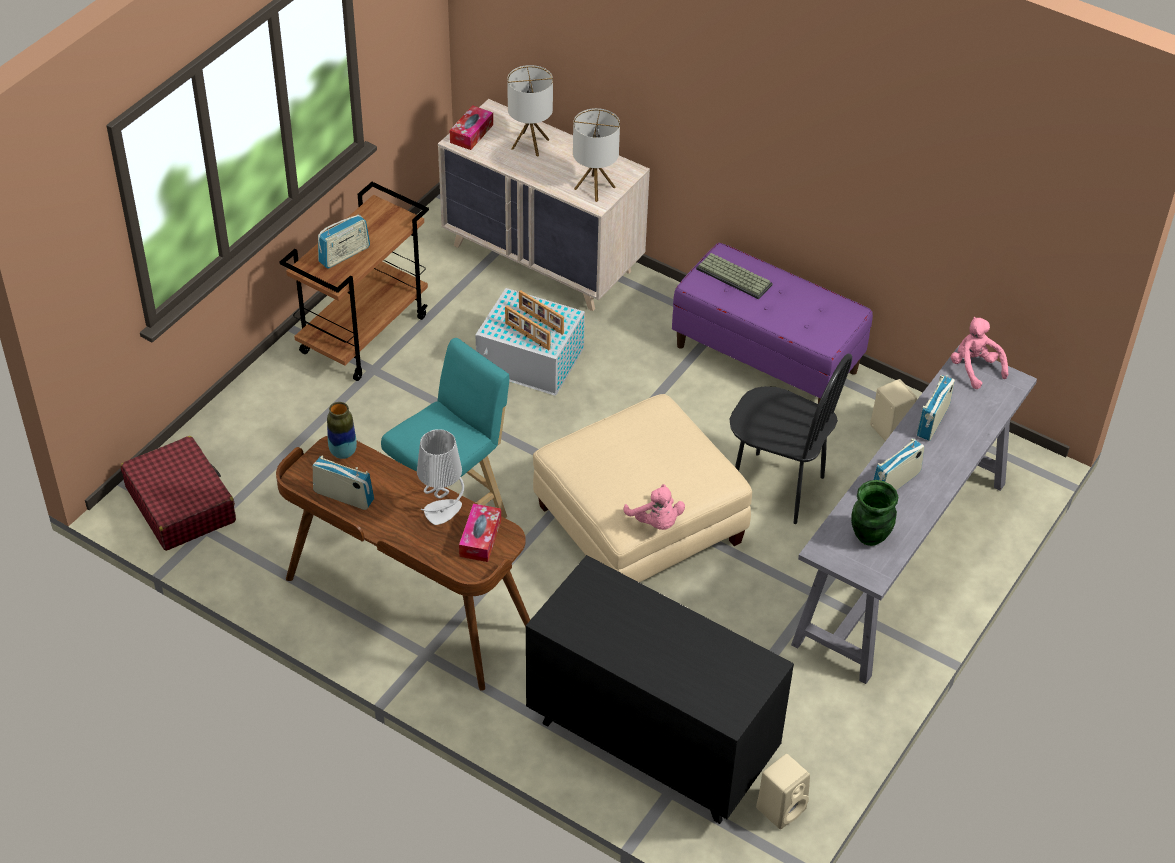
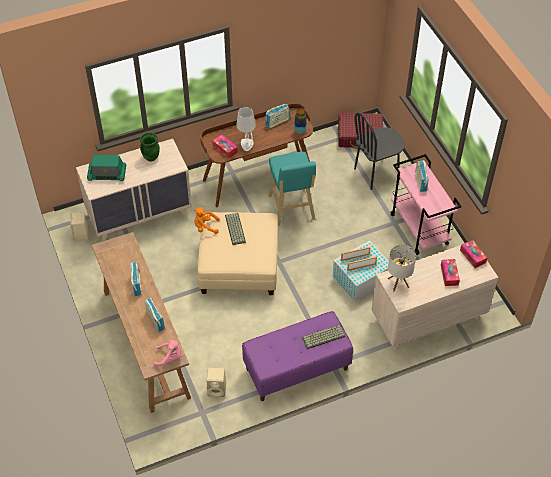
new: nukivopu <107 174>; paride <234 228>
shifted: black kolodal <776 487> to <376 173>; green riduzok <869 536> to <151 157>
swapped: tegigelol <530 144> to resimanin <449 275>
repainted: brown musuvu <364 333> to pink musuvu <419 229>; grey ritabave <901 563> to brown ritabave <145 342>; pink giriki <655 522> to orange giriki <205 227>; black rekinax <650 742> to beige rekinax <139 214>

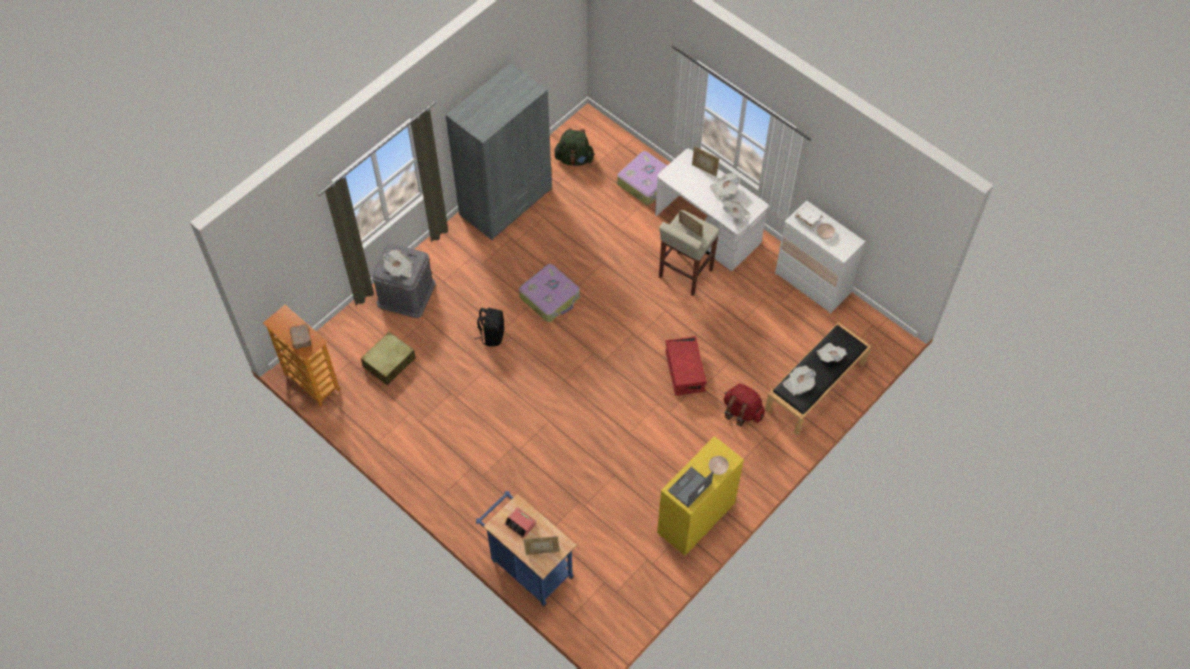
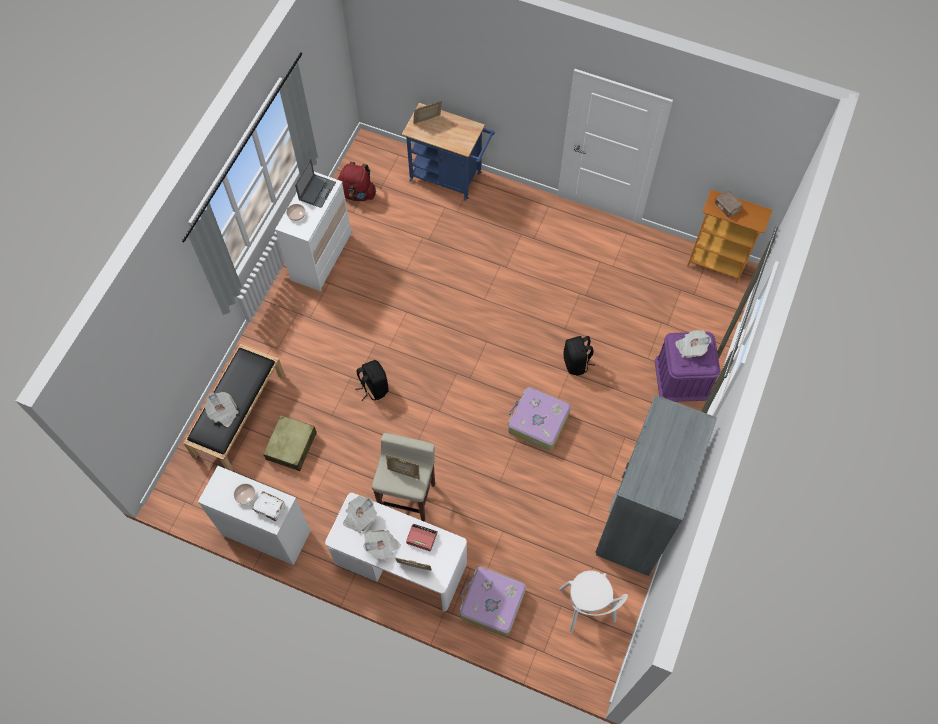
gone: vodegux <798 384>
shifted: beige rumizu <389 363> to <291 446>; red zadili <742 412> to <357 193>; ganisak <520 524> to <421 537>
swapped: green zadili <574 159> to white kolodal <588 608>; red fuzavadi <684 372> to black zadili <373 387>
repainted: grey fuzavadi <406 293> to purple fuzavadi <682 378>; yellow rekinax <696 518> to white rekinax <321 257>

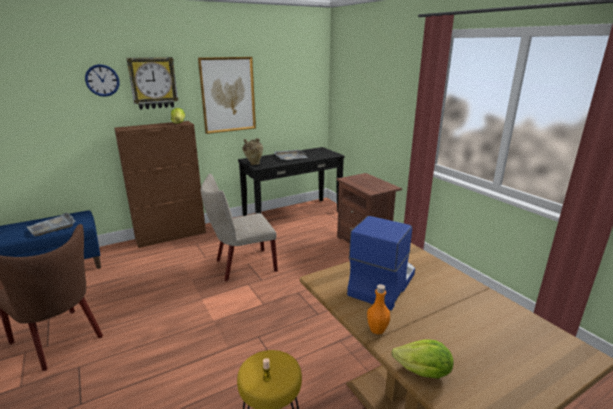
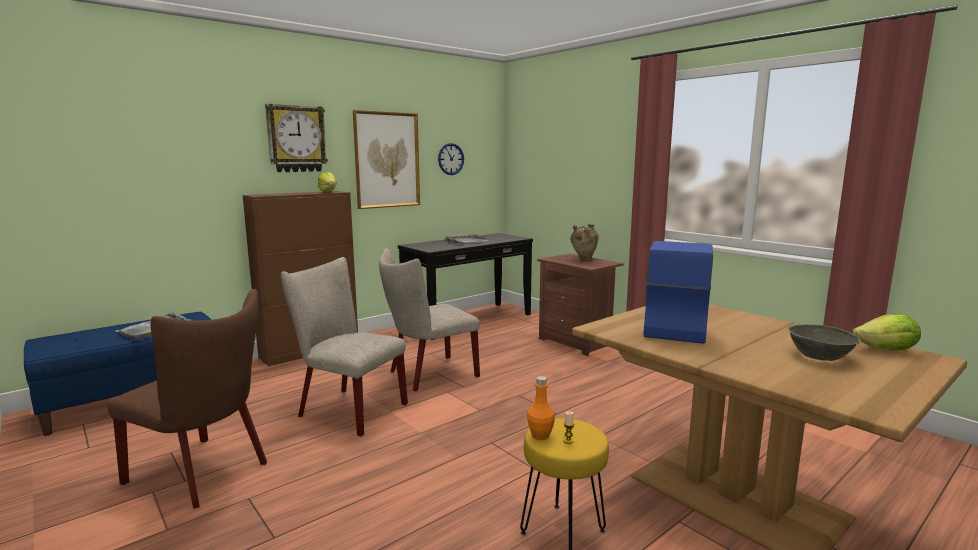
new: beige kolodal <347 409>; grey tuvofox <820 356>
shifted: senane <102 80> to <451 159>; beige riduzok <253 164> to <583 259>; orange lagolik <377 329> to <540 435>; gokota <423 372> to <886 350>

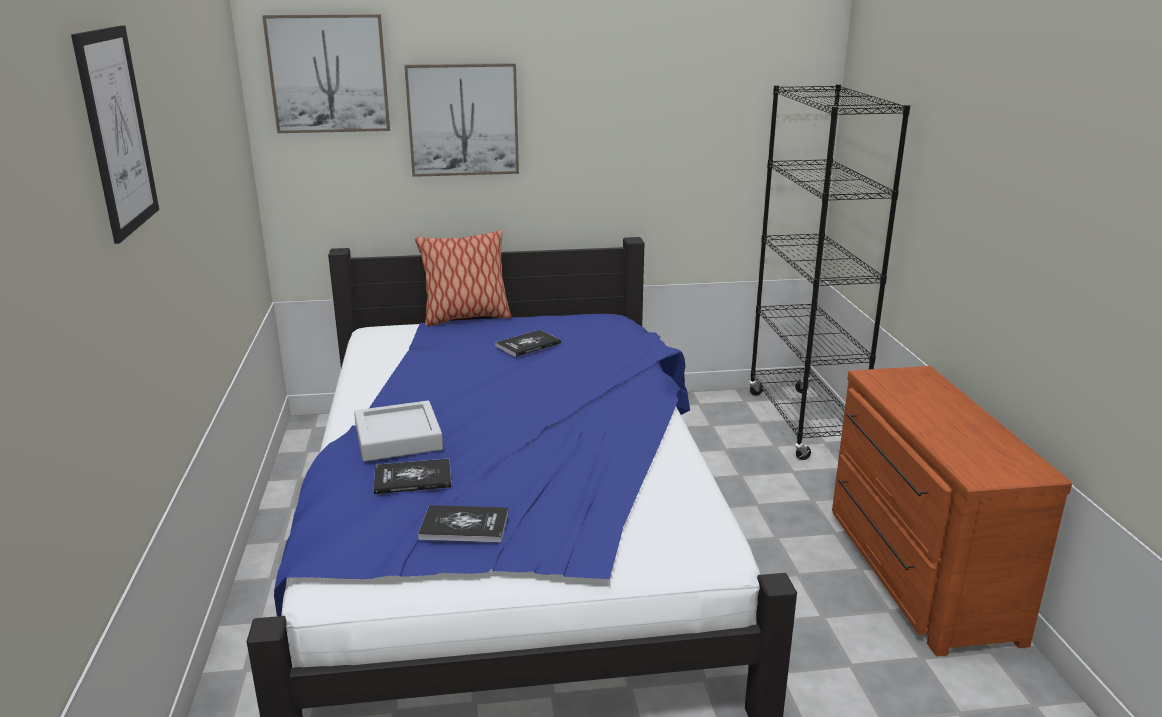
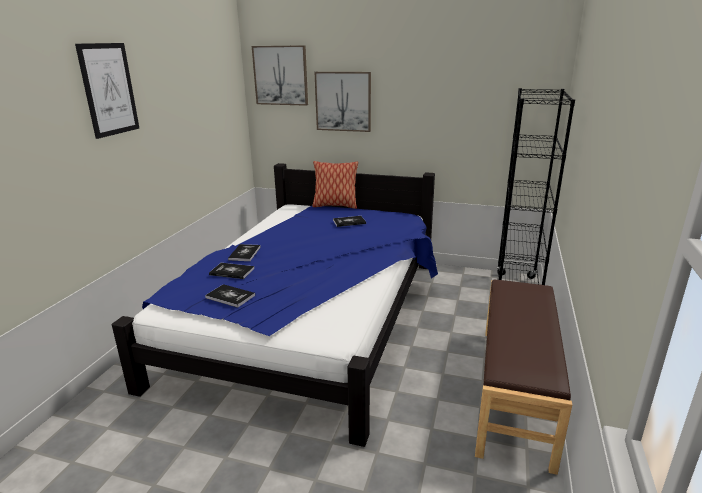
swapped: brown rekinax <914 571> to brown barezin <515 390>; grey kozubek <398 438> to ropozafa <244 253>

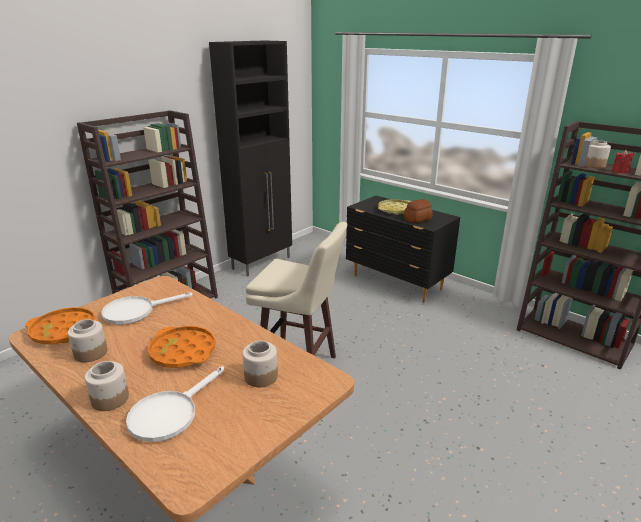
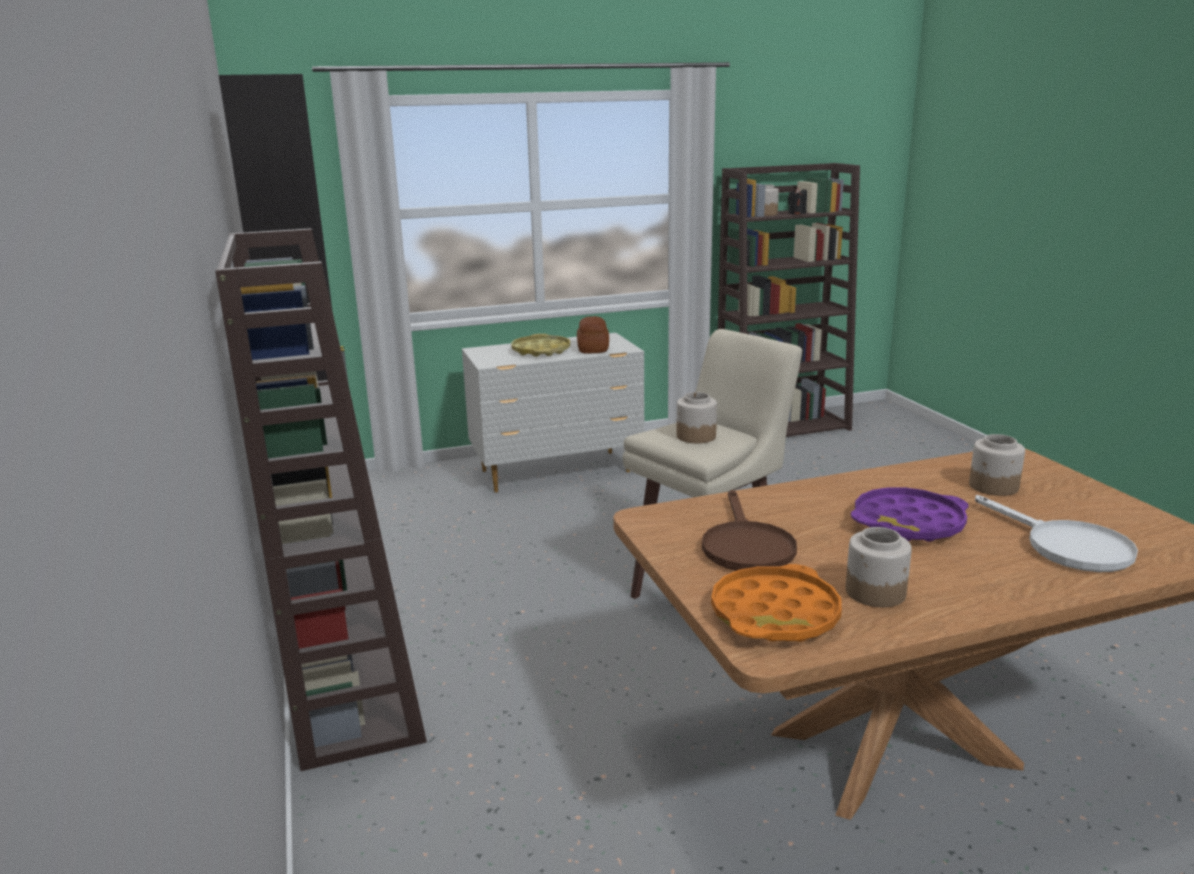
shifted: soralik <110 399> to <696 436>
repainted: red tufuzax <620 172> to black tufuzax <796 213>; black rekinax <397 283> to white rekinax <558 472>; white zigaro <136 311> to brown zigaro <745 546>; orange kozubek <183 352> to purple kozubek <908 523>

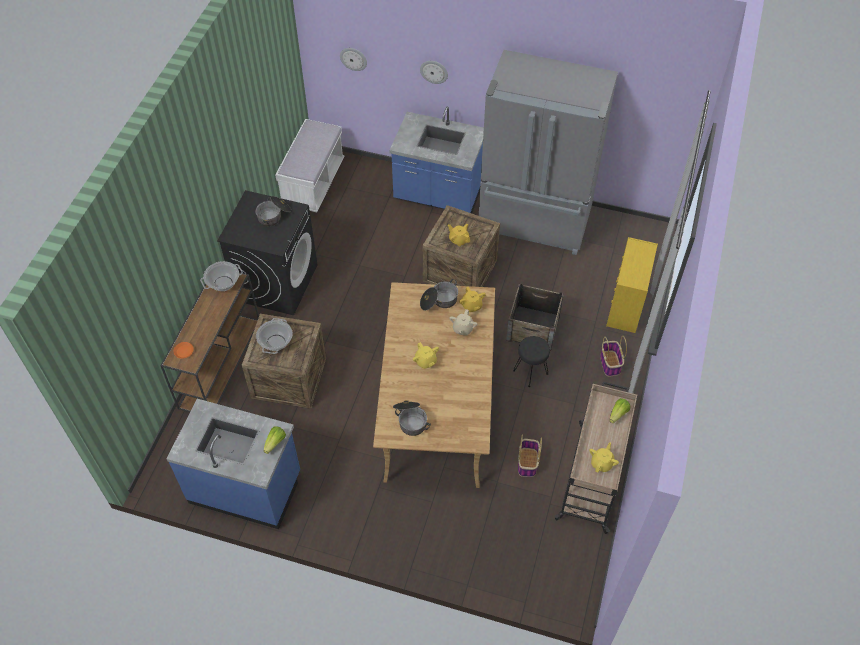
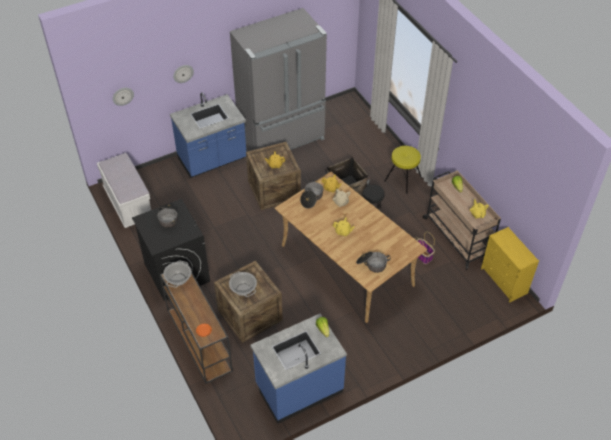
shifted: yellow rekinax <626 306> to <504 281>
swapped: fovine <610 364> to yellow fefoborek <403 179>

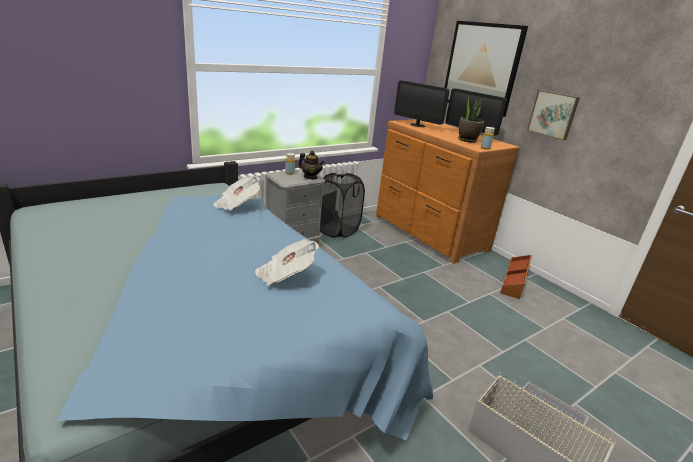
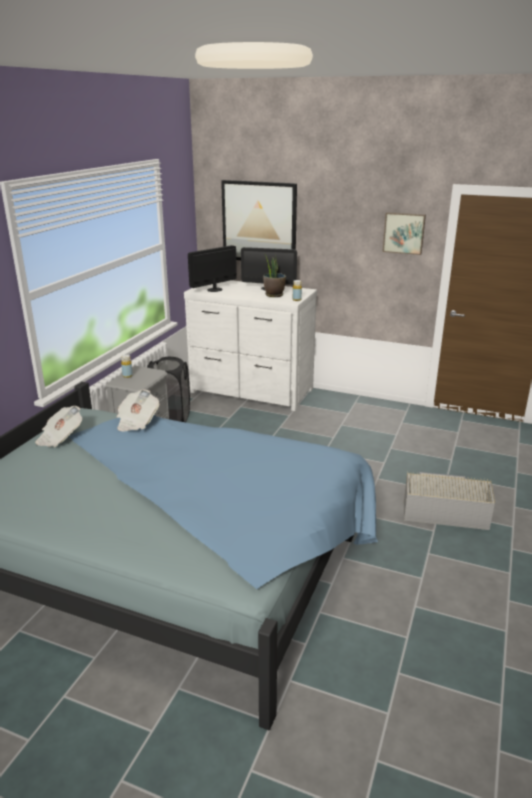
gone: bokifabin <310 177>; brown fuzavadi <515 280>
shifted: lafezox <553 114> to <404 233>; vodegux <285 275> to <60 438>
repainted: brown rekinax <428 233> to white rekinax <251 391>
rotated: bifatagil <417 125> = <214 289> 135 degrees clockwise

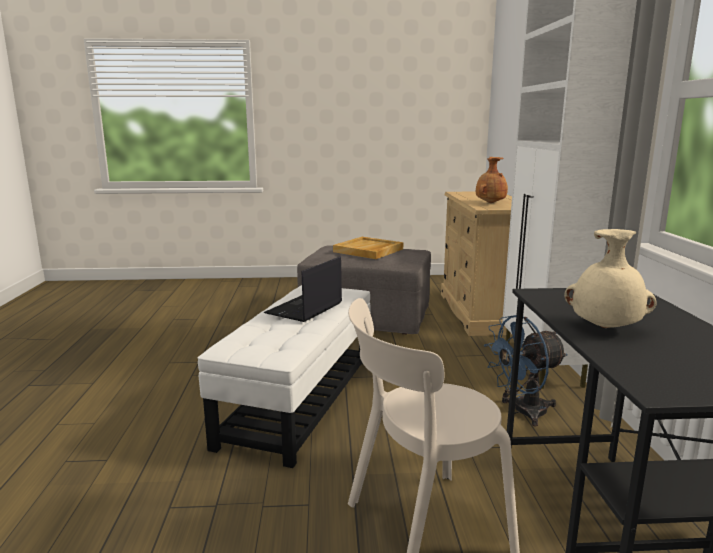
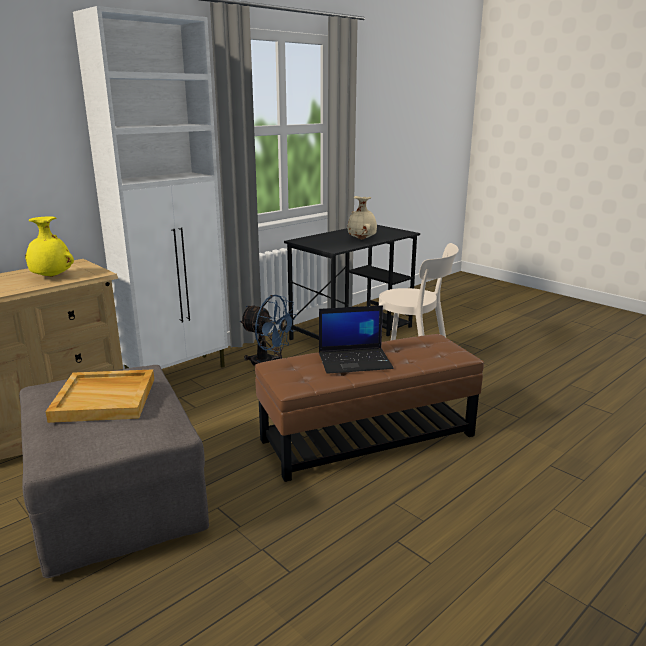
repainted: brown riduzok <490 203> to yellow riduzok <51 277>; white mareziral <301 400> to brown mareziral <367 437>

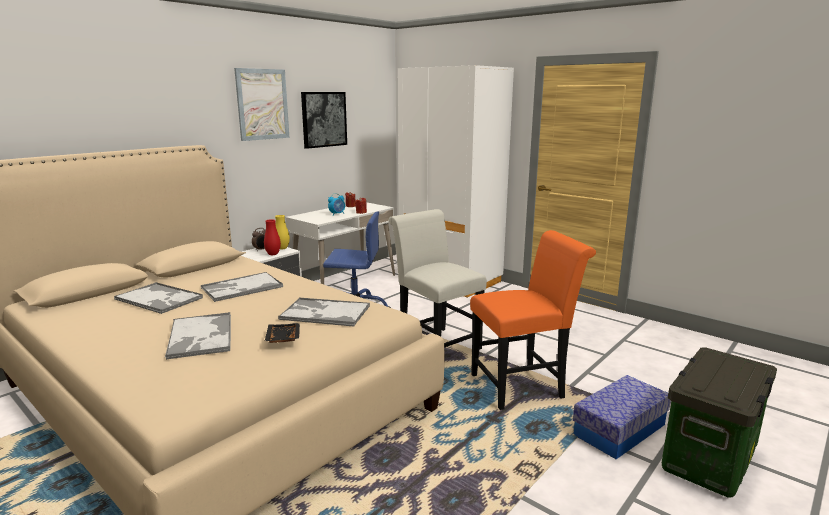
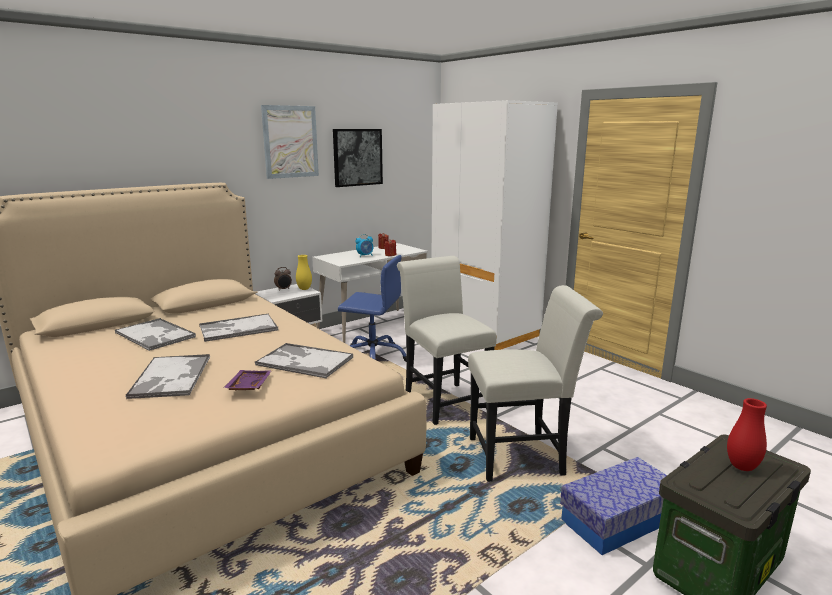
shifted: red riduzok <273 254> to <742 467>
repainted: orange kolodal <523 385> to white kolodal <523 456>; black kozubek <282 339> to purple kozubek <248 386>

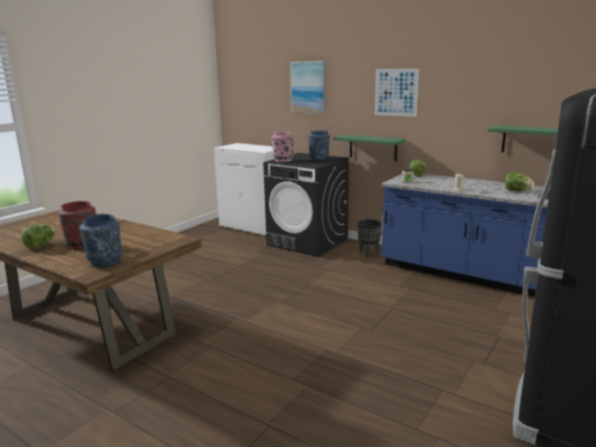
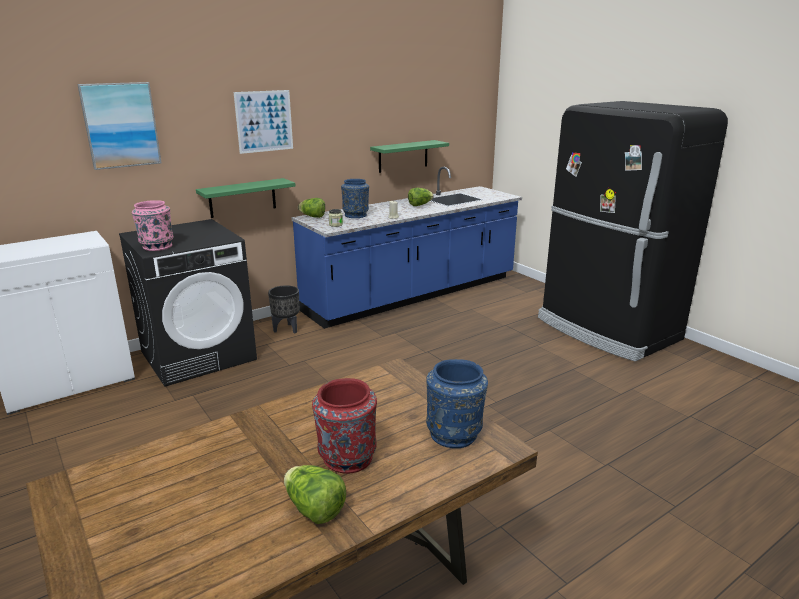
shifted: blue riduzok <319 158> to <355 215>

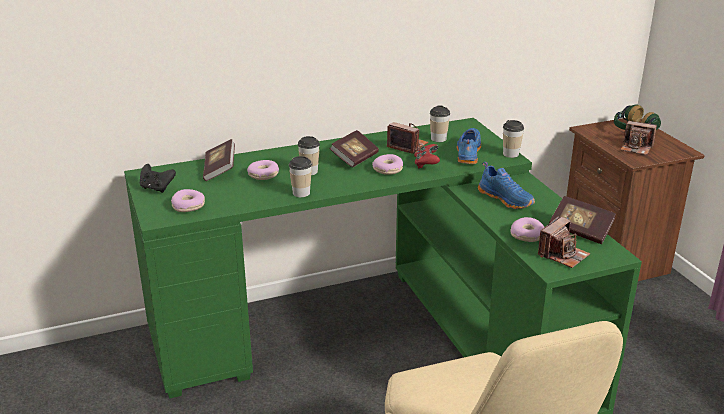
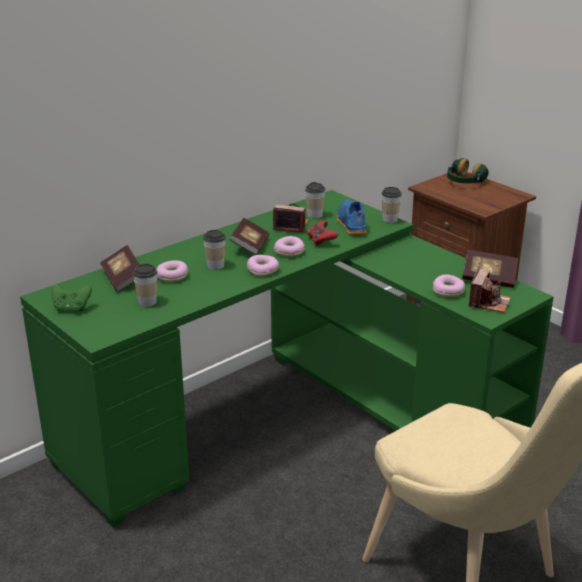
gone: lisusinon <636 148>; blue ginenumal <506 199>
shifted: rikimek <301 193> to <147 302>; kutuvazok <188 206> to <262 270>
repainted: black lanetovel <157 188> to green lanetovel <71 308>

